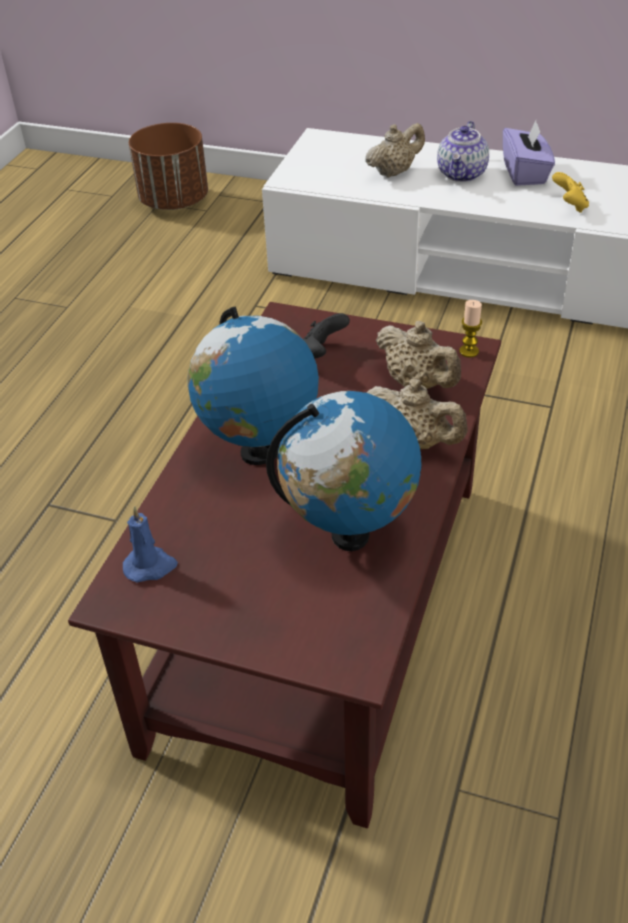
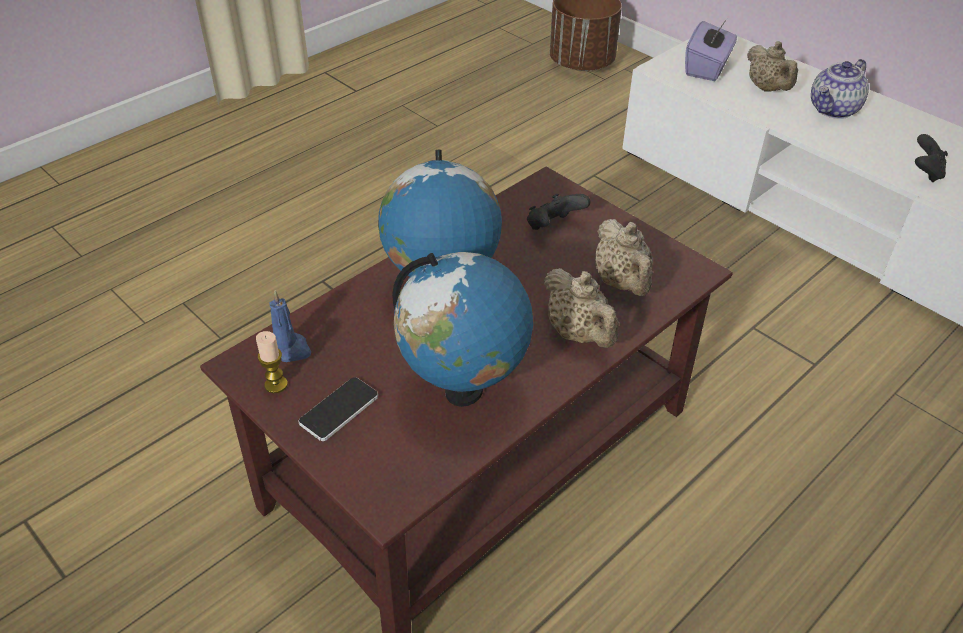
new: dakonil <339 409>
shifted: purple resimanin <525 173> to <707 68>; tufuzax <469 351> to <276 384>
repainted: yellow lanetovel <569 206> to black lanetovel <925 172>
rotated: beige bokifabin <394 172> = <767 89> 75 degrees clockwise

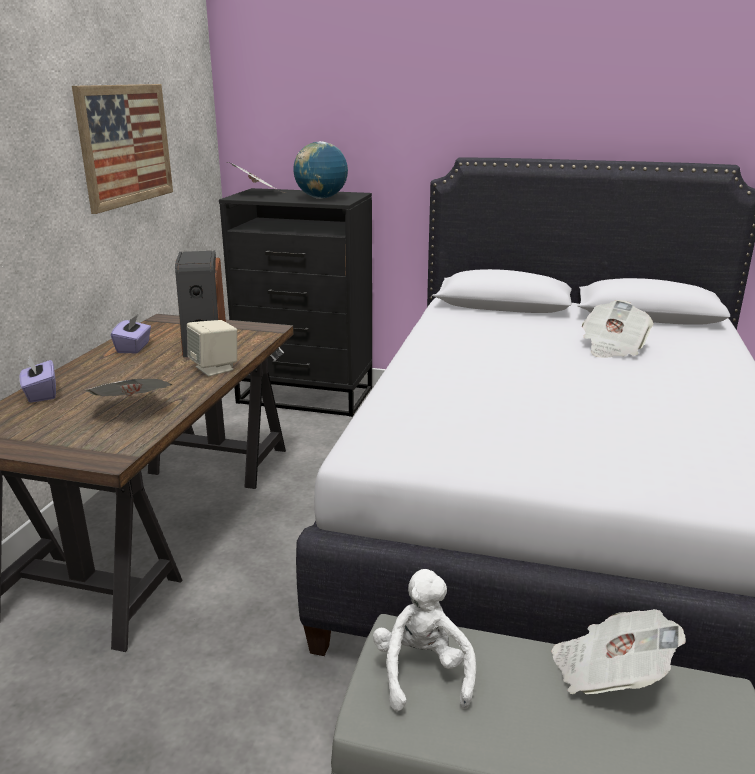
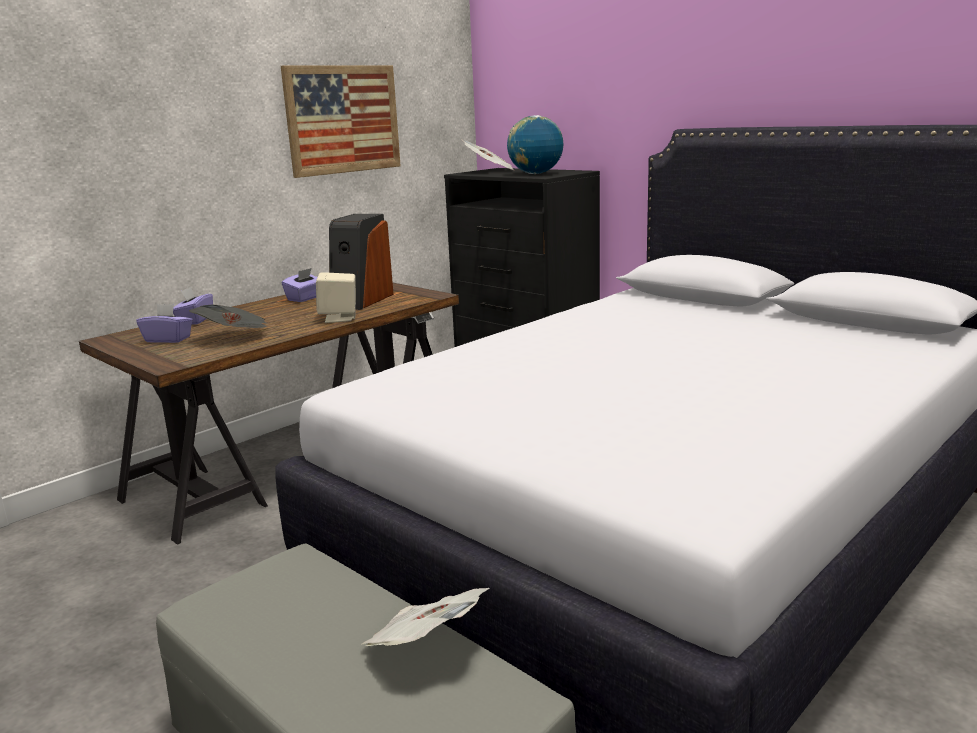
gone: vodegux <612 347>; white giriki <422 672>
new: purple resimanin <168 339>

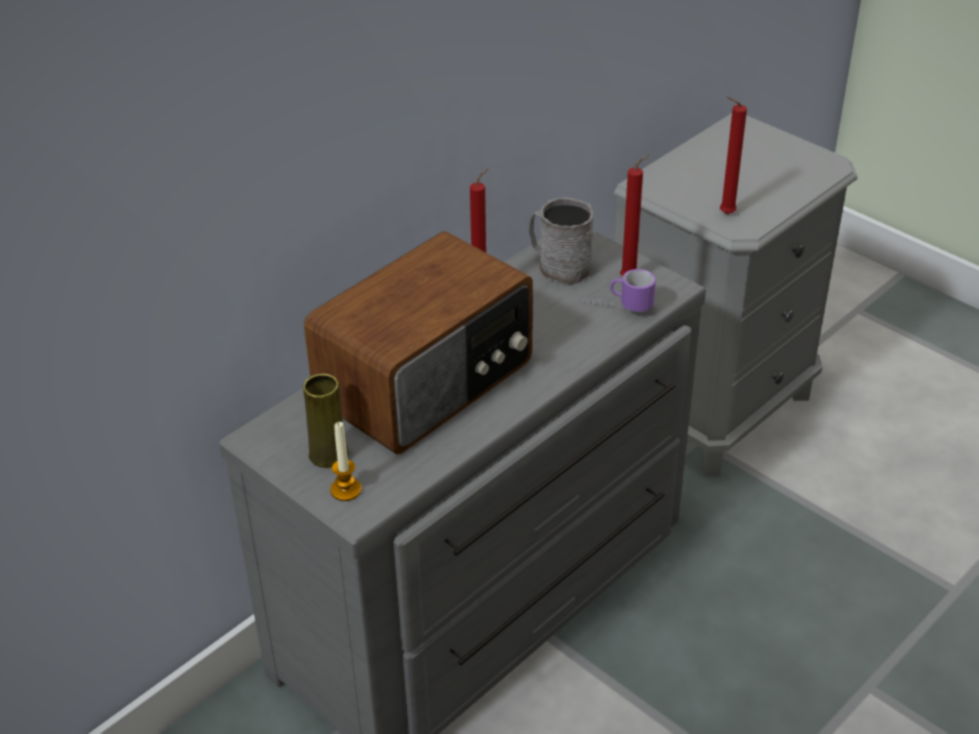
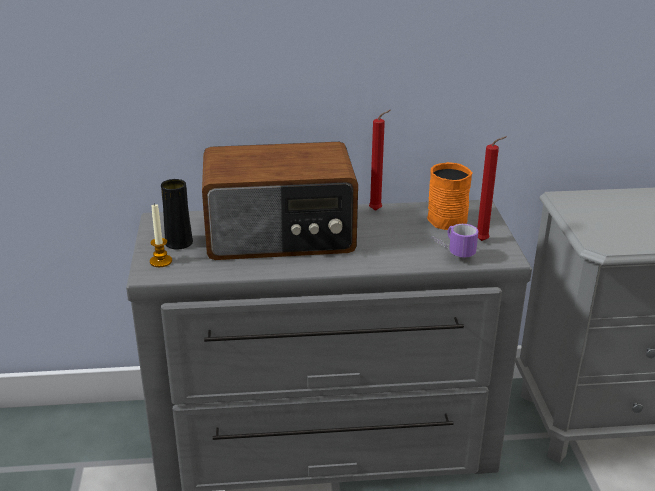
gone: red tufuzax <724 214>
repainted: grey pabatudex <558 266> to orange pabatudex <444 217>; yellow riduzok <328 454> to black riduzok <179 242>

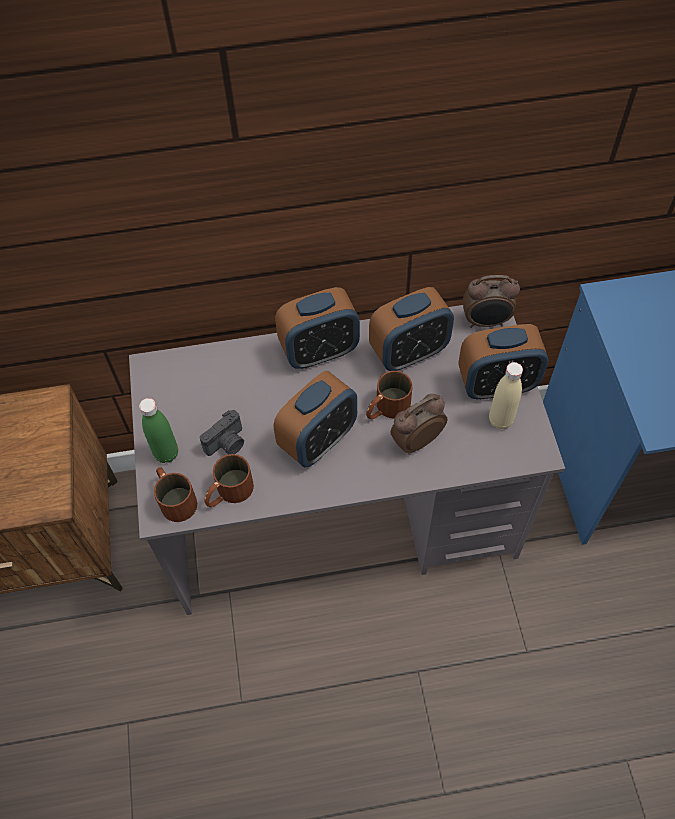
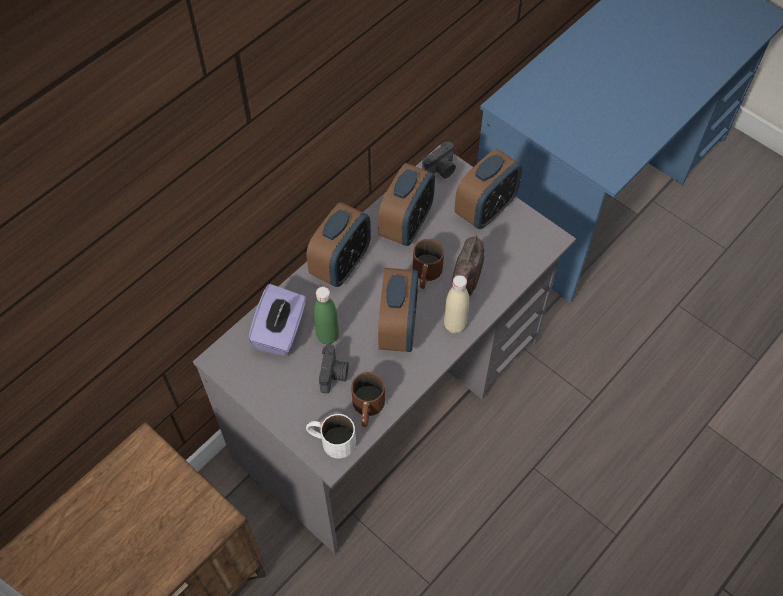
new: purple resimanin <280 332>
shifted: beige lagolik <500 420> to <454 325>; green lagolik <166 453> to <327 336>
swapped: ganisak <486 322> to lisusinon <441 170>
repainted: brown pabatudex <174 498> to white pabatudex <330 440>

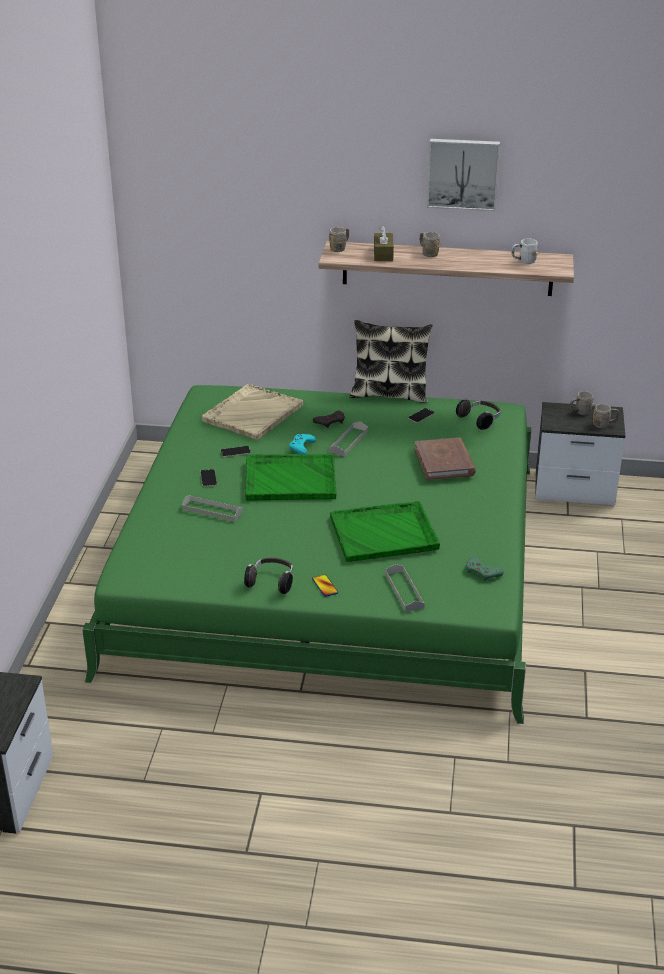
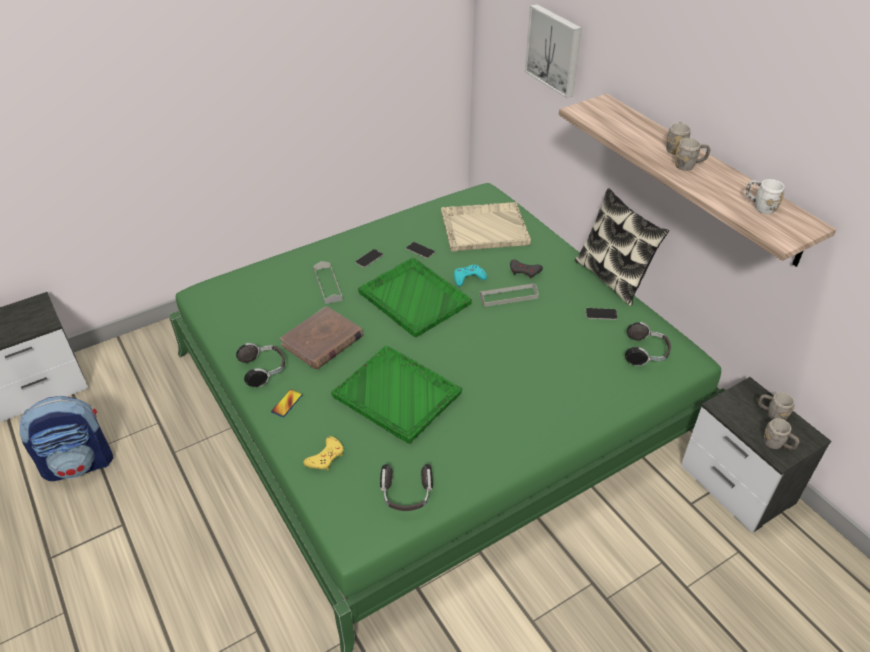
gone: brown resimanin <383 254>
new: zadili <79 463>
shifted: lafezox <463 173> to <555 50>; grey pabatudex <340 248> to <689 166>; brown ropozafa <444 462> to <322 341>
swapped: green lanetovel <482 572> to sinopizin <406 495>; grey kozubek <404 591> to yellow lanetovel <326 457>

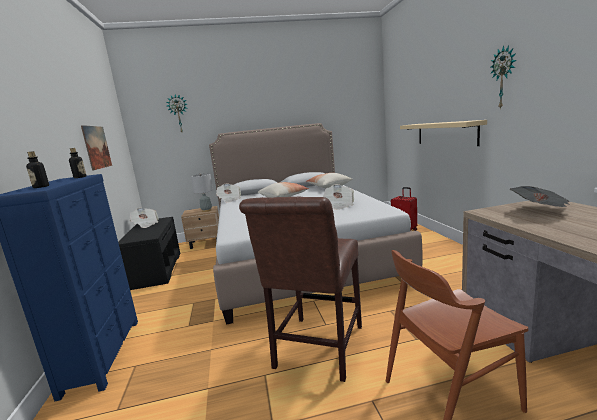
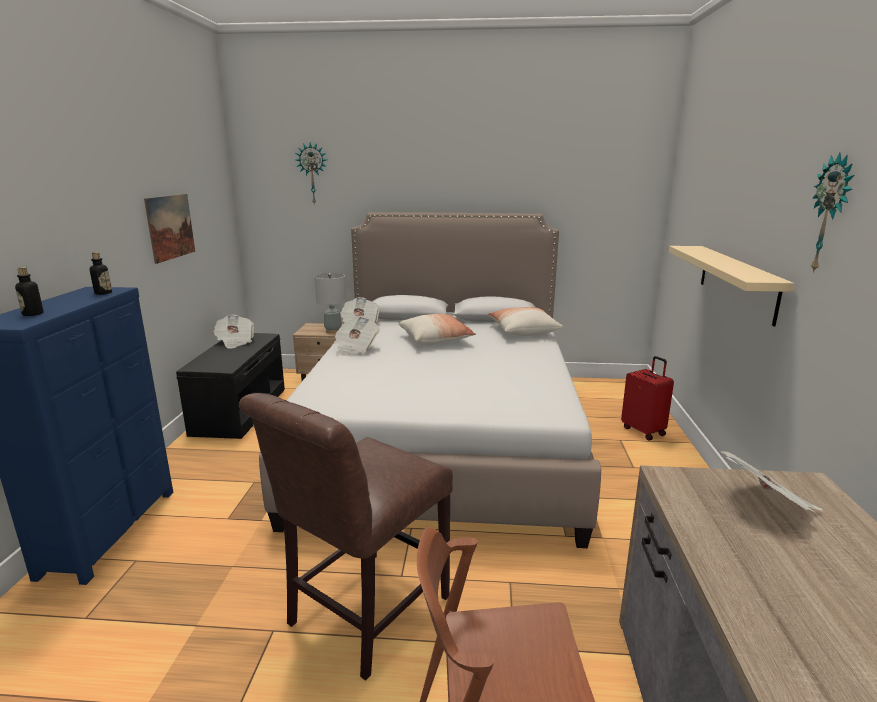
shifted: vodegux <339 205> to <355 349>

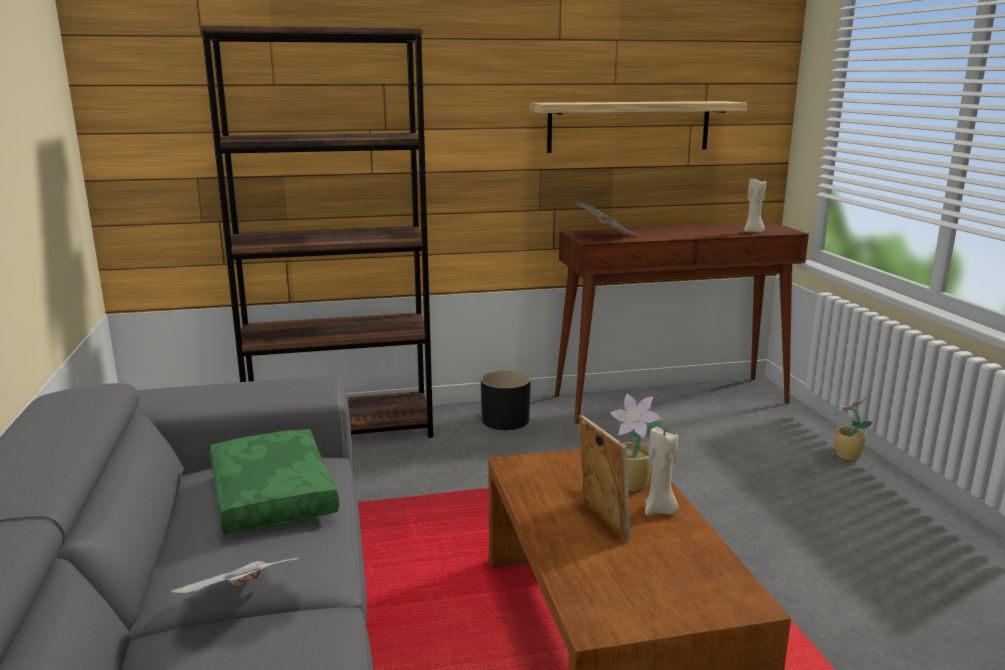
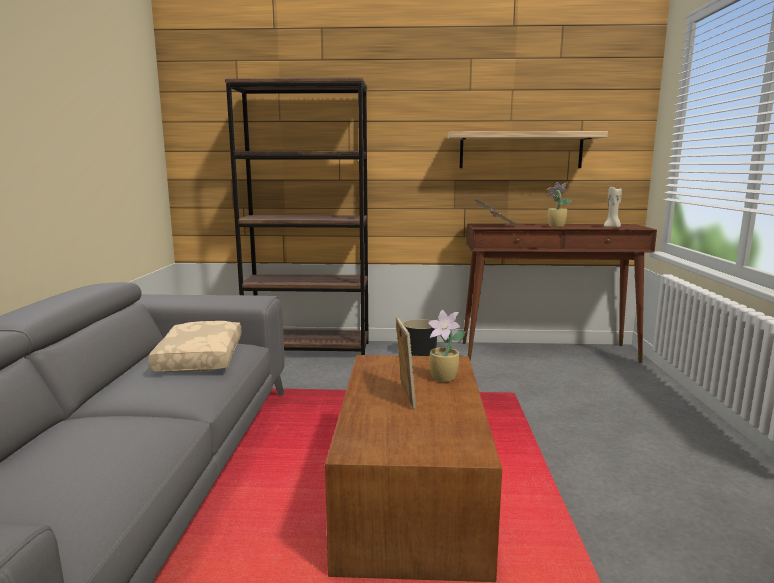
gone: beige tufuzax <660 511>; vodegux <242 602>
shifted: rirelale <846 456> to <555 226>
repainted: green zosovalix <270 496> to beige zosovalix <198 358>

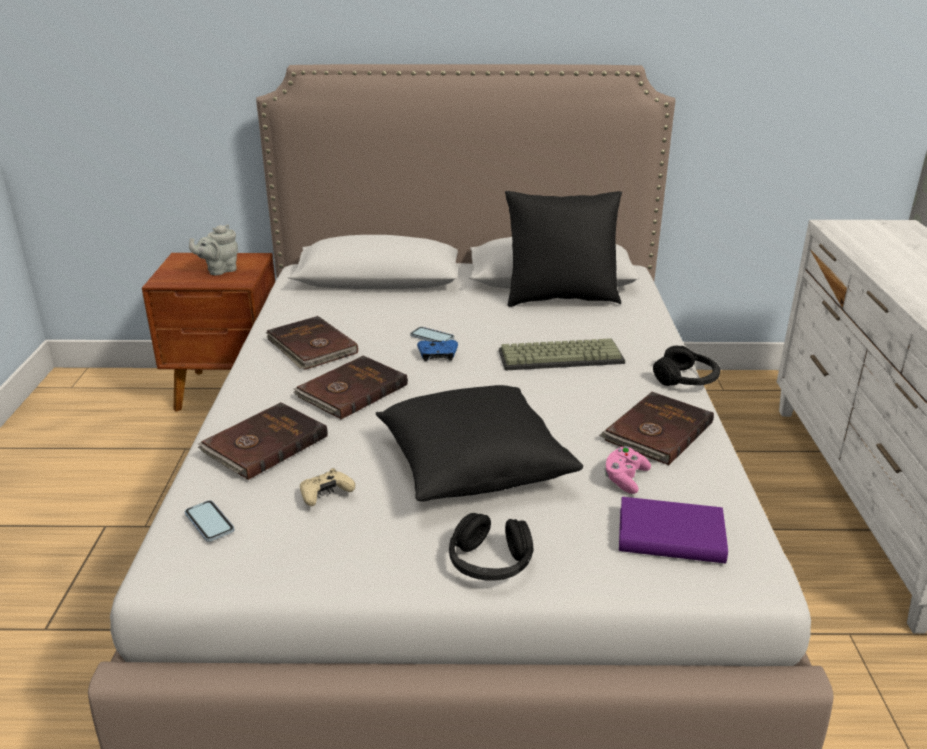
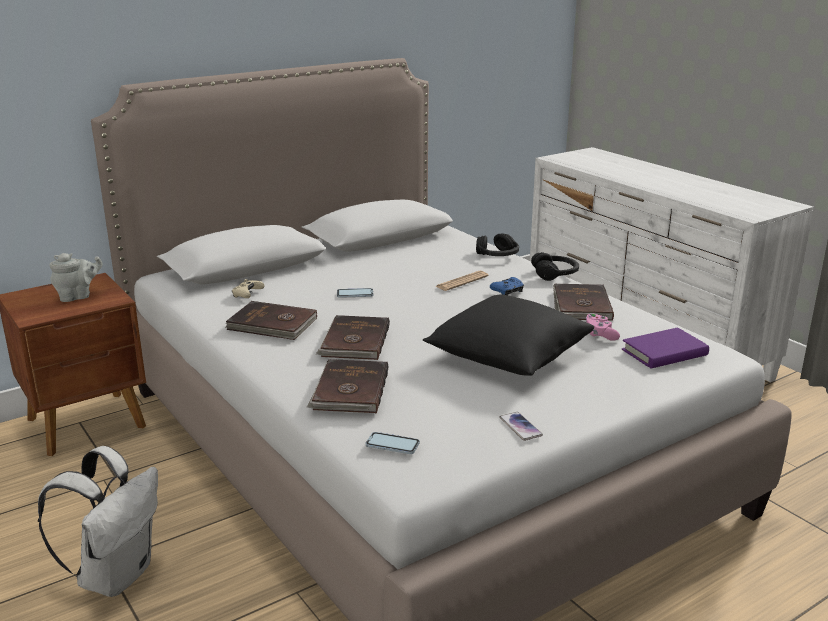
gone: black zosovalix <560 298>
new: dakonil <520 427>; white zadili <116 575>
shifted: blue lanetovel <437 356> to <508 291>; beige lanetovel <325 495> to <247 294>; black sinopizin <490 562> to <497 255>
swapped: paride <561 356> to vodegux <462 282>
rotated: grey bokifabin <219 270> = <78 296> 135 degrees counterclockwise

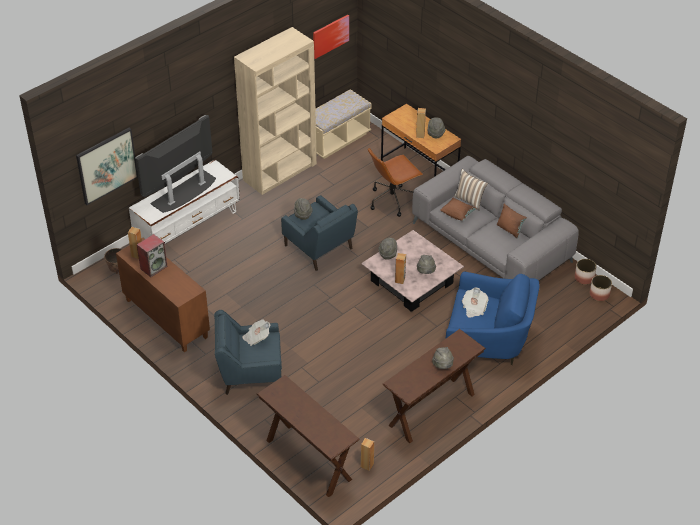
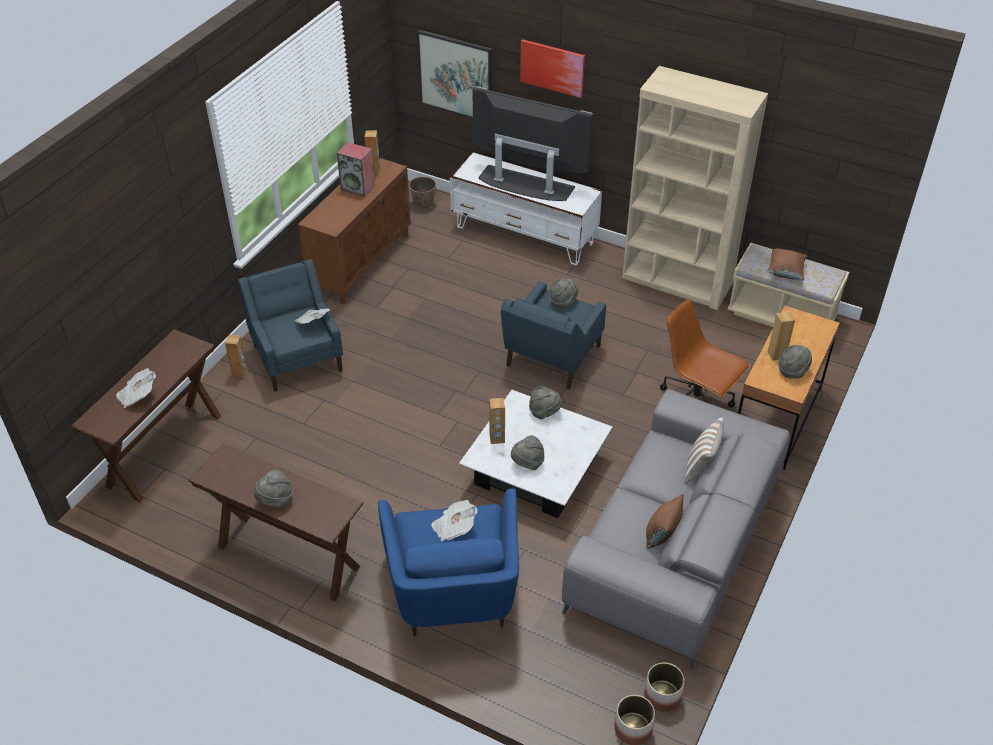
new: vodegux <138 396>
shifted: lafezox <330 36> to <552 67>; brown zosovalix <457 214> to <785 272>; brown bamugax <367 465> to <240 373>
repainted: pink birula <412 282> to white birula <536 470>

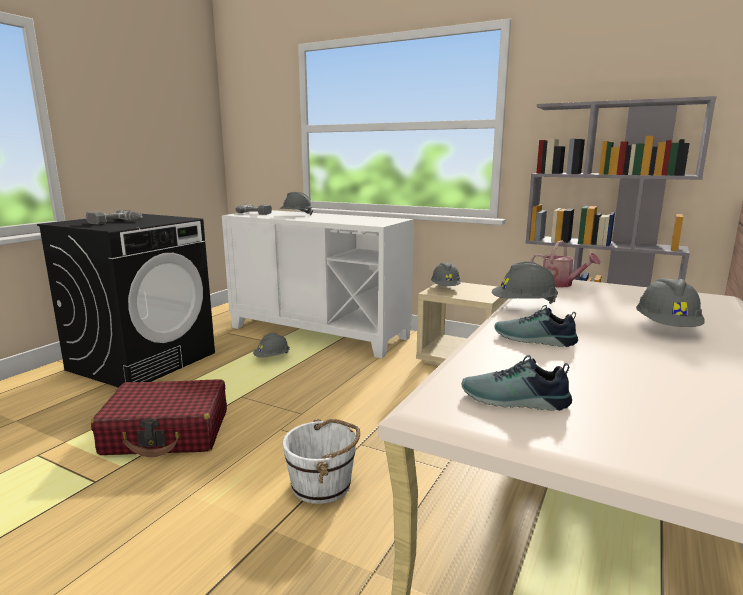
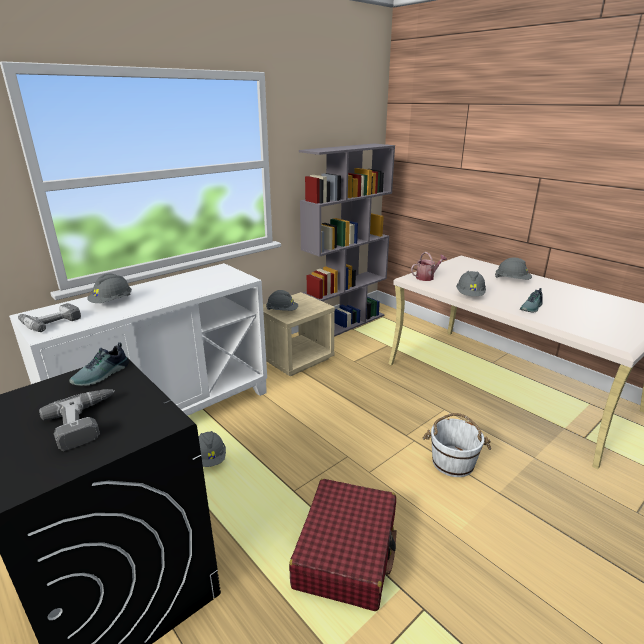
shifted: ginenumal <514 401> to <102 375>

